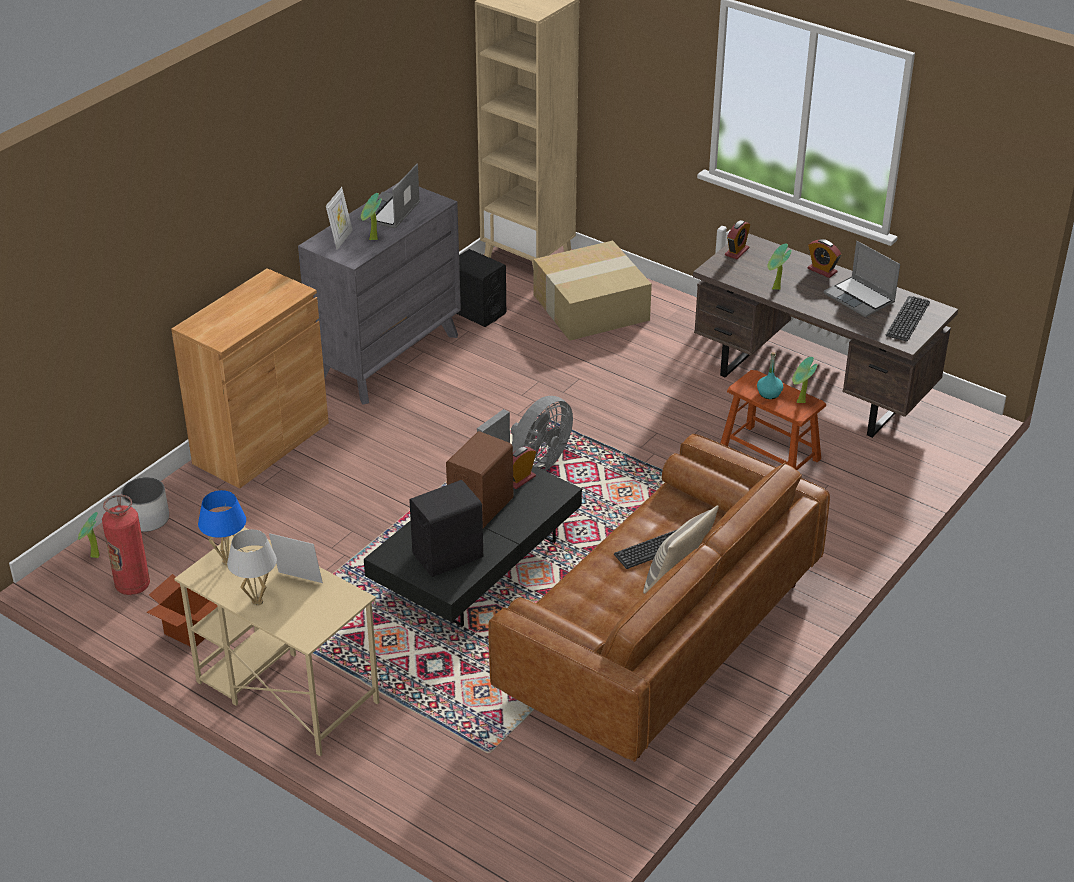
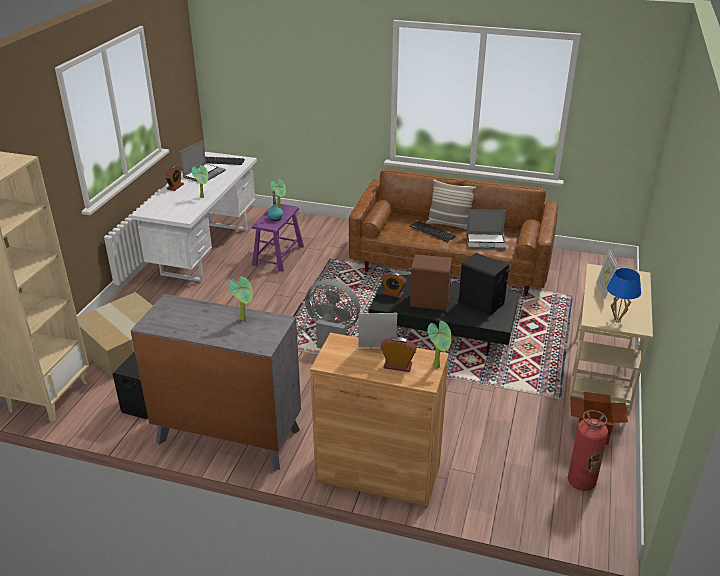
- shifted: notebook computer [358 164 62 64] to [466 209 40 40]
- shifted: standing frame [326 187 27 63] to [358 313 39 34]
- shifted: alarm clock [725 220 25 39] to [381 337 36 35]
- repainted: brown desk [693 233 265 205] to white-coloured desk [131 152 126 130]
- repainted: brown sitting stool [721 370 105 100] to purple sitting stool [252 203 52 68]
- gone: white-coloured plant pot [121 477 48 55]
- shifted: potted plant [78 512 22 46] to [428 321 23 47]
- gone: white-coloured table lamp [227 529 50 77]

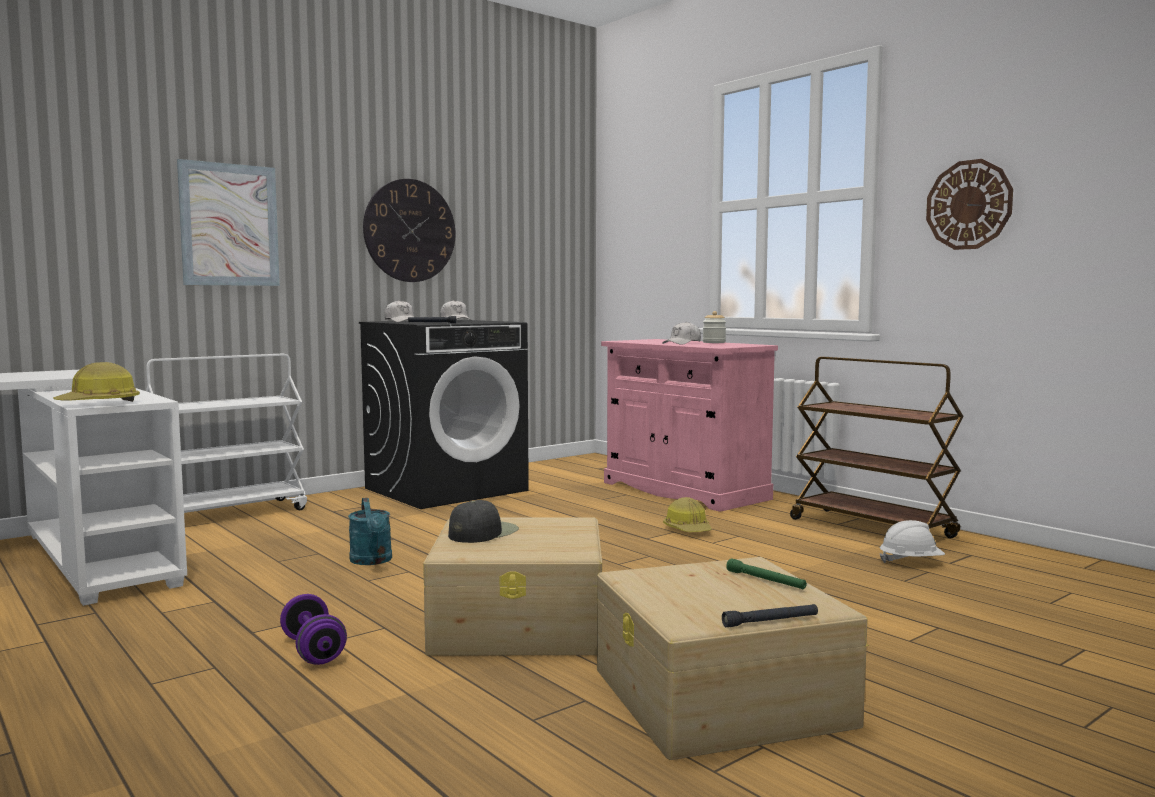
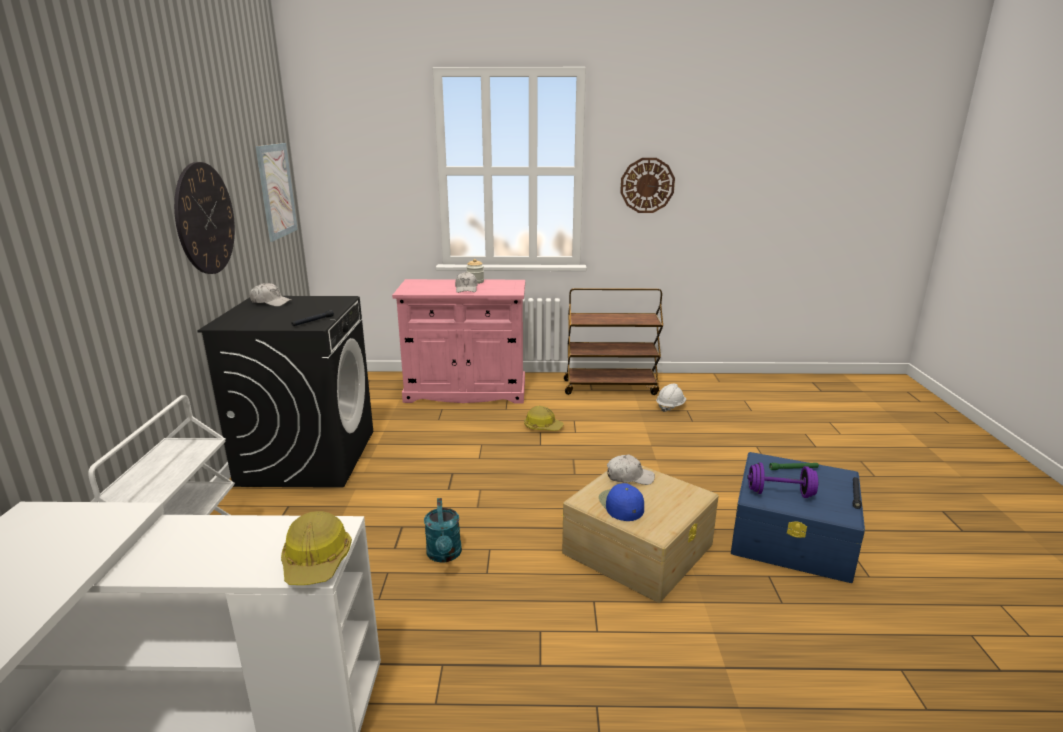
- shifted: picture [177 159 103 127] to [255 143 43 99]
- shifted: white-coloured baseball cap [384 300 30 22] to [607 455 48 30]
- rotated: turquoise-coloured watering pot [348 498 44 67] = [424 498 38 65] 60 degrees clockwise
- repainted: black-coloured baseball cap [448 500 71 43] to blue baseball cap [599 483 45 38]
- repainted: sand-coloured storage bin [597 557 272 203] to blue storage bin [731 452 134 131]
- shifted: purple hand weight [280 594 67 71] to [747 462 72 36]

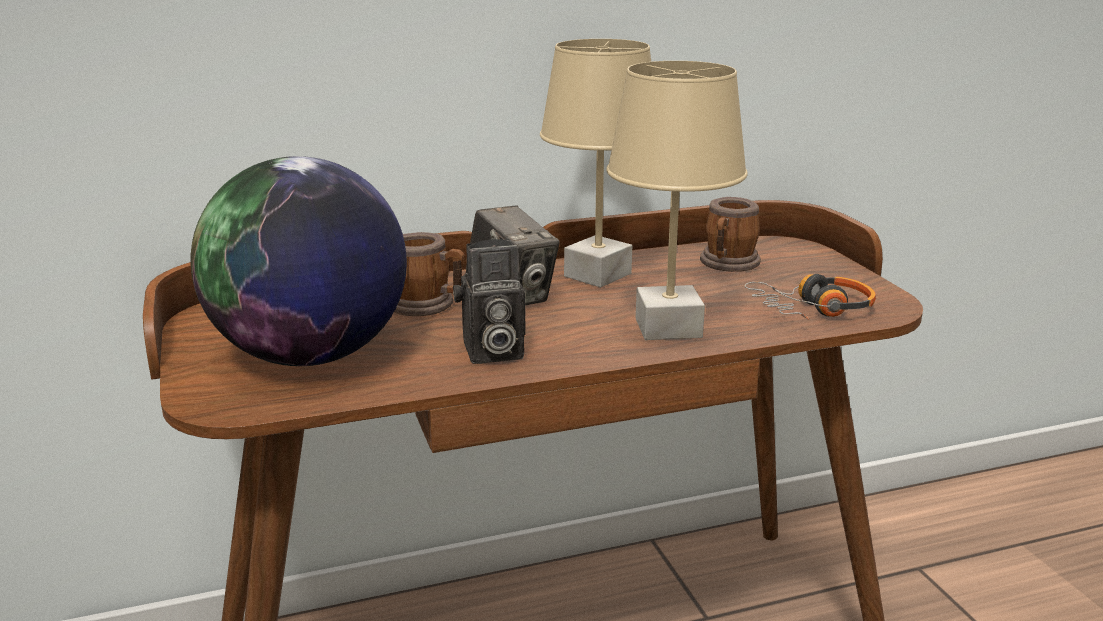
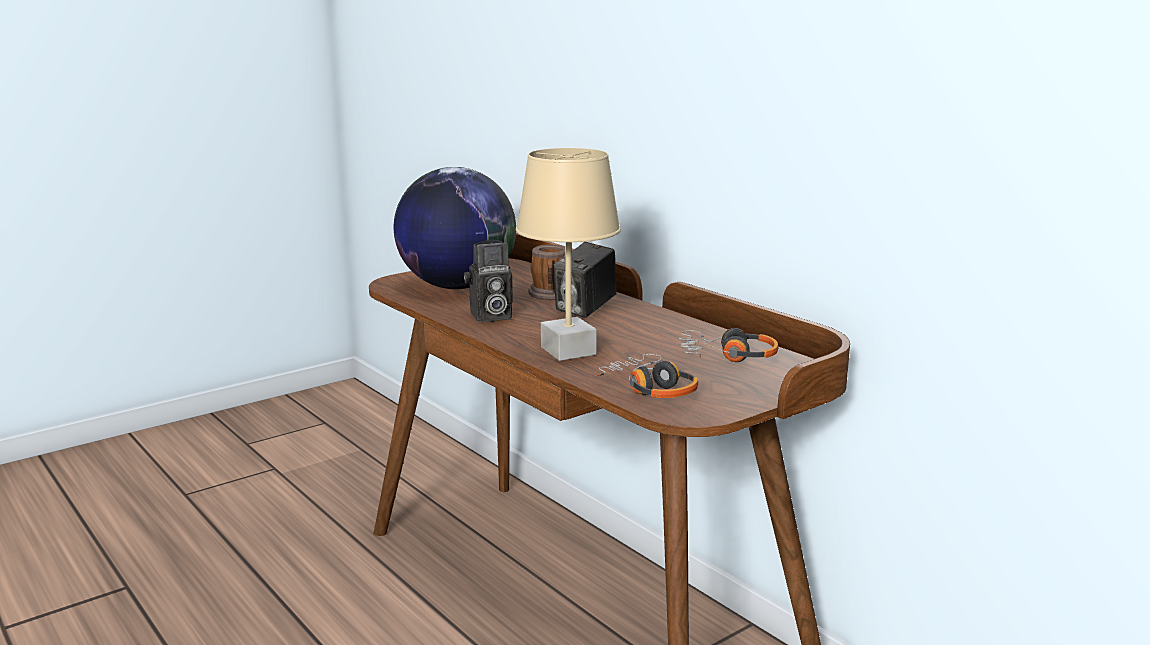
- gone: sand-coloured table lamp [540 39 111 249]
- swapped: mug [700 197 61 75] to pair of headphones [678 328 100 34]
- rotated: still camera [453 239 73 125] = [464 240 49 82] 75 degrees counterclockwise

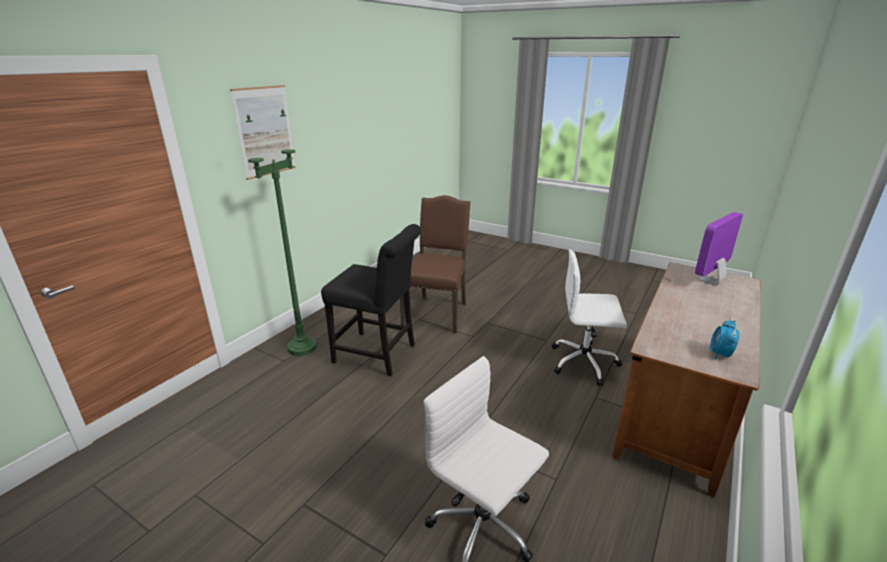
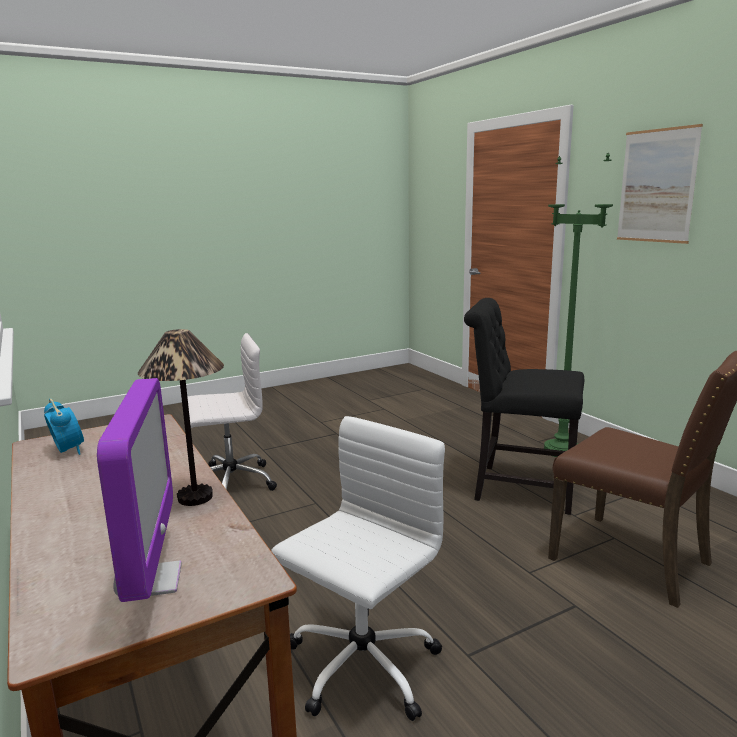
- rotated: black-coloured upright chair [321 224 100 152] = [464 298 120 217] 60 degrees clockwise
- new: table lamp [138 329 86 177]

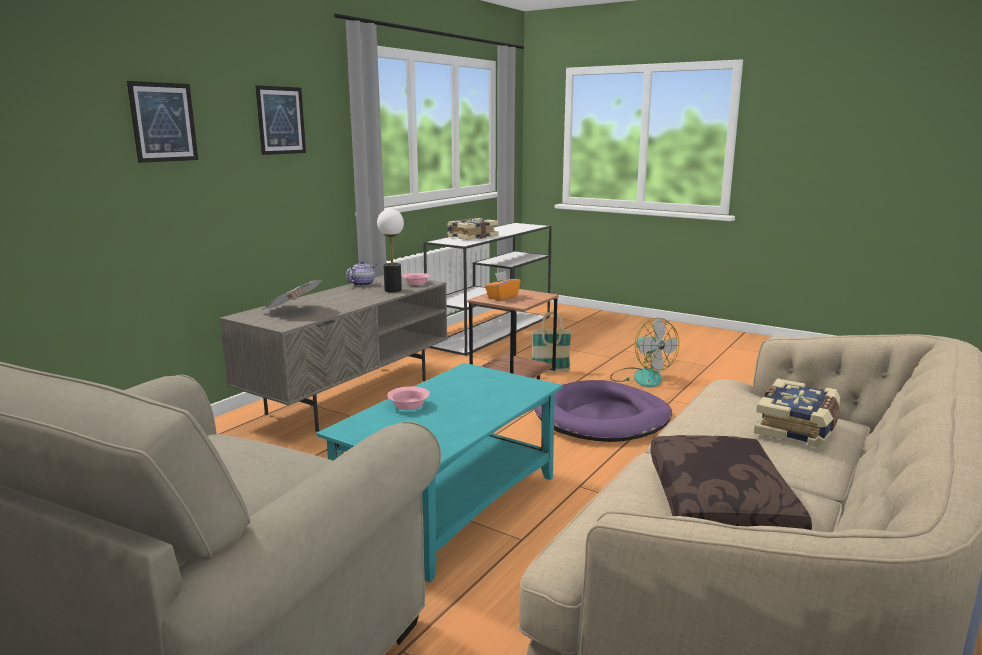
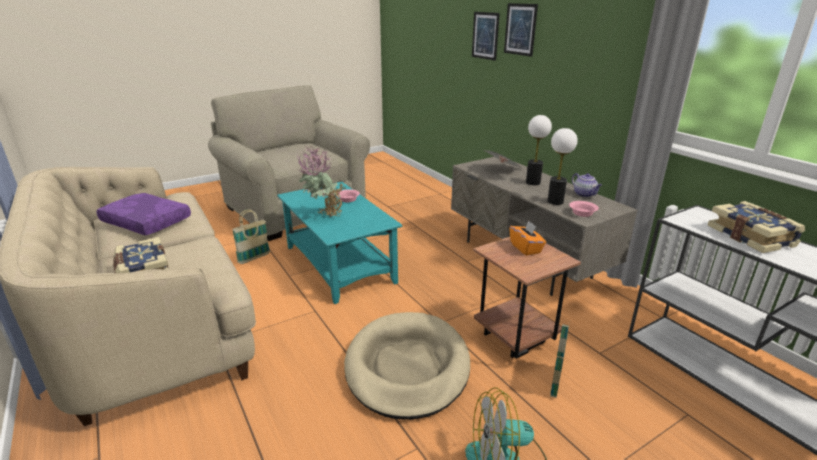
- shifted: picture [255 85 51 70] to [472 12 28 49]
- repainted: purple pet bed [534 380 138 62] to sand-coloured pet bed [344 312 126 108]
- repainted: brown throw pillow [650 435 162 95] to purple throw pillow [97 193 94 42]
- new: table lamp [526 115 26 70]
- new: potted plant [297 147 49 70]
- new: storage basket [232 209 38 55]

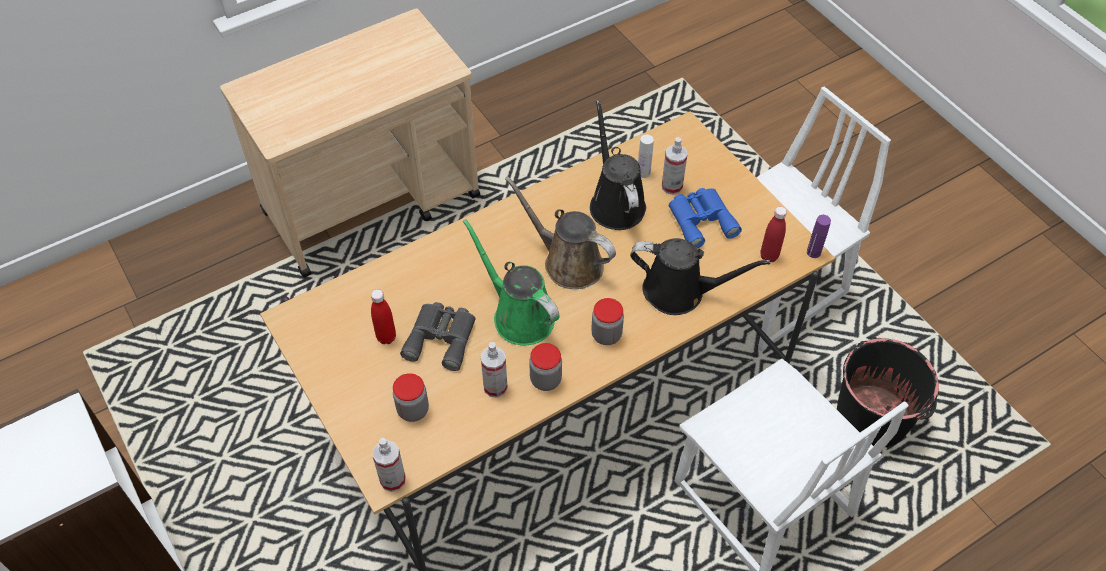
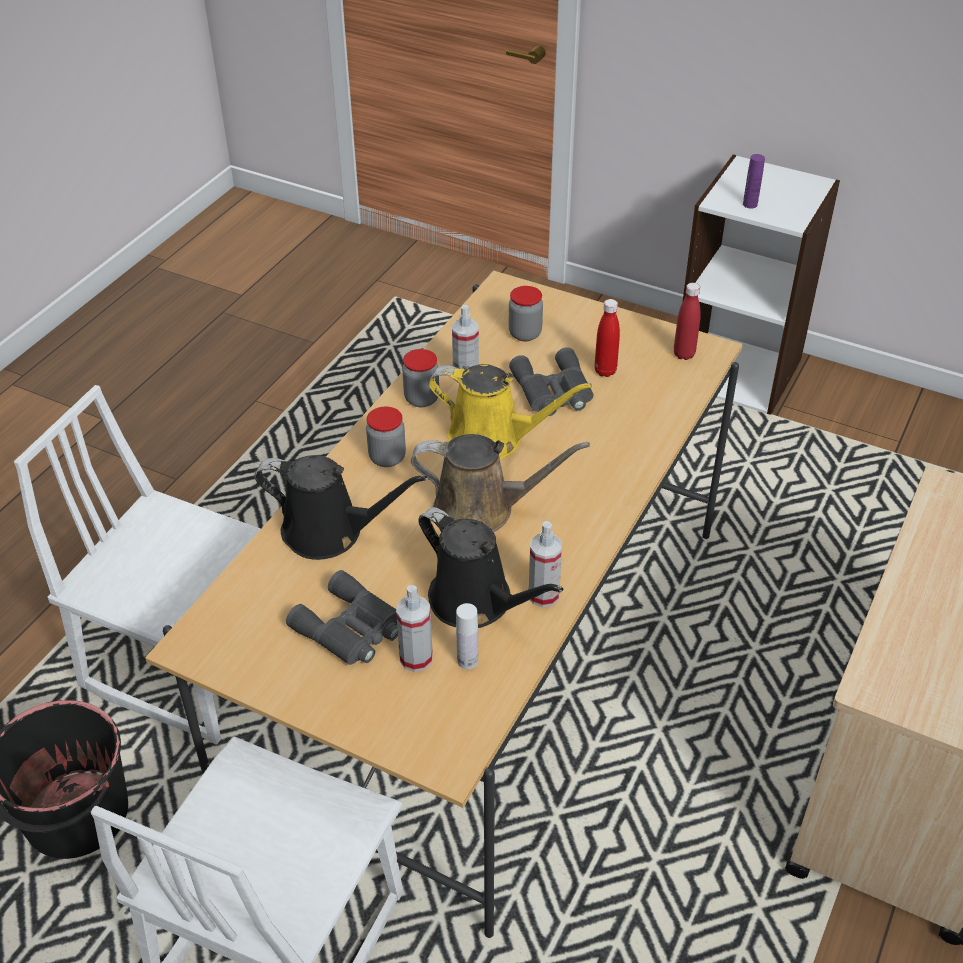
- repainted: blue field glasses [669 188 73 61] to greyish field glasses [286 570 112 95]
- shifted: reddish bottle [760 206 27 56] to [674 283 27 77]
- shifted: purple bottle [807 215 24 43] to [743 154 22 55]
- repainted: green watering pot [463 219 97 126] to yellow watering pot [428 364 164 95]
- rotated: black-coloured watering pot [630 238 141 77] = [254 455 173 105] 150 degrees counterclockwise
- shifted: sprayer [372 438 34 54] to [529 521 33 86]

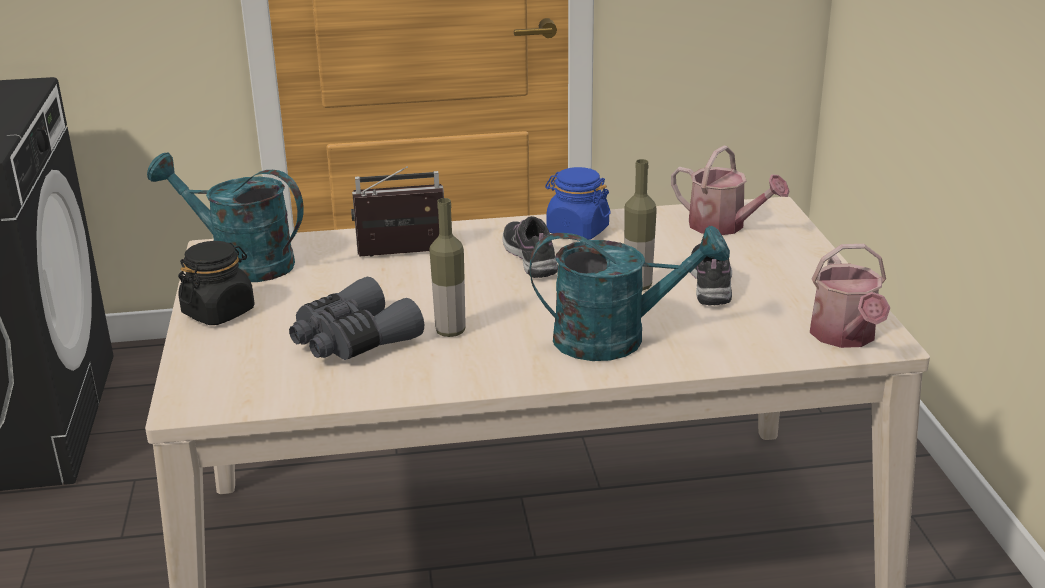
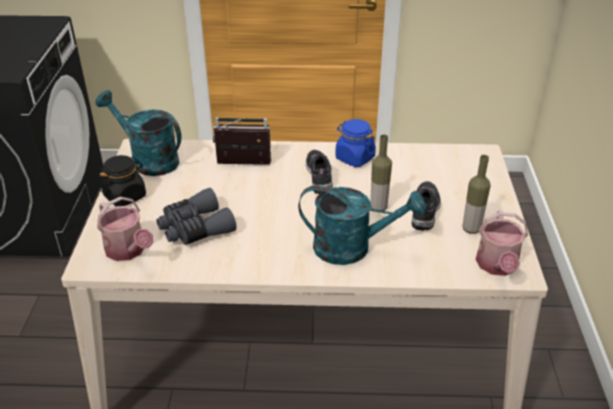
- shifted: watering pot [671 146 119 89] to [97 197 56 64]
- shifted: bottle [429 198 37 139] to [463 155 28 79]

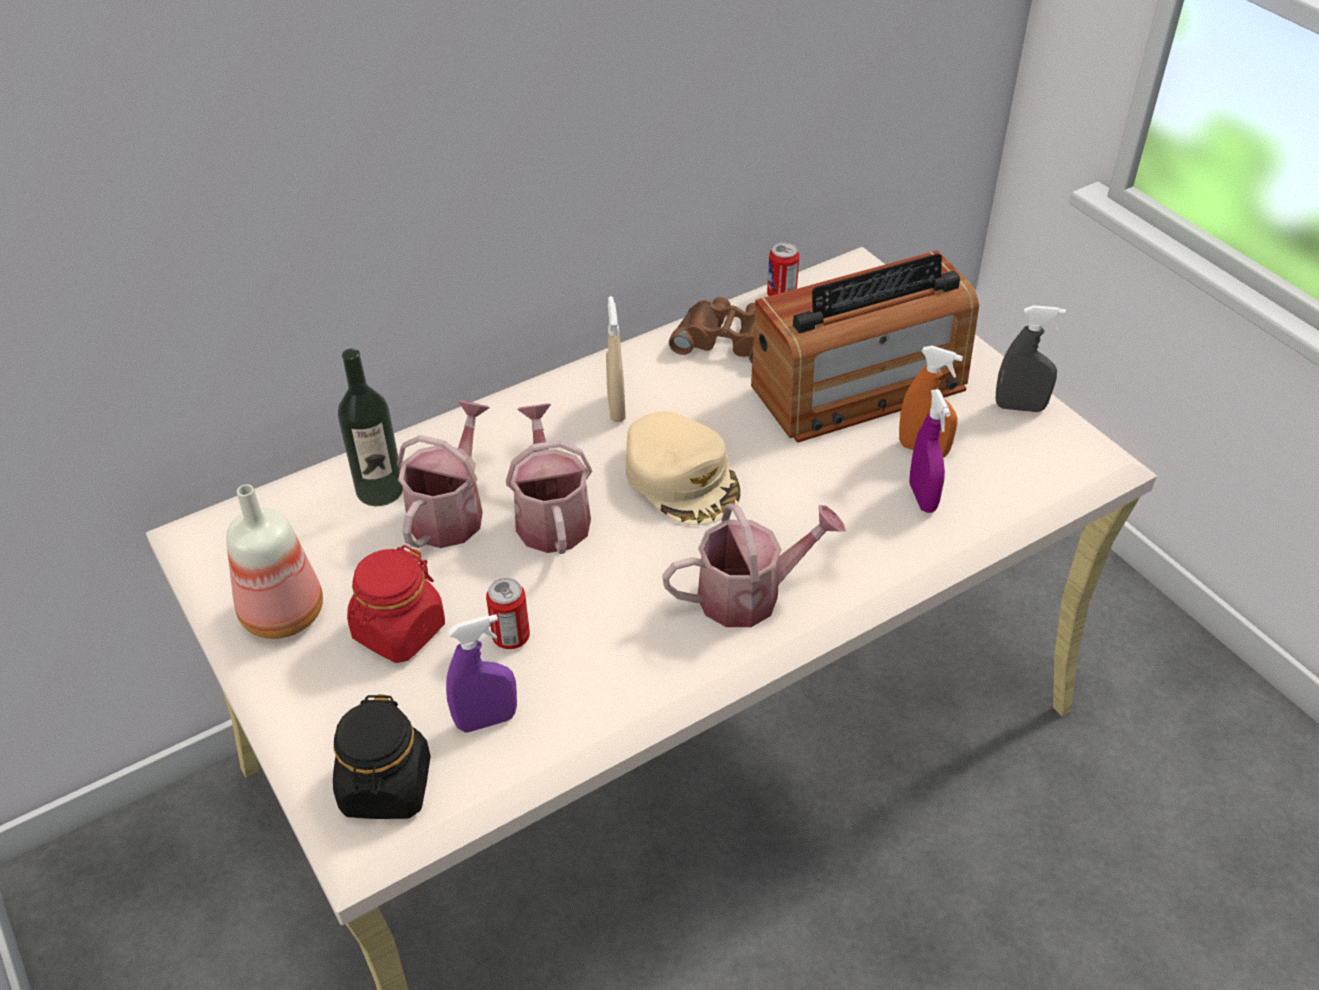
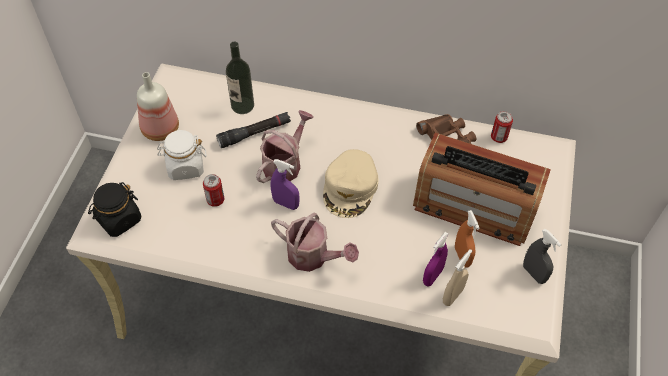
- shifted: sand-coloured sprayer [606 296 20 126] to [443 249 29 57]
- swapped: watering pot [397 400 93 148] to black-coloured torch [216 112 75 36]
- repainted: reddish preserve jar [347 545 98 118] to white-coloured preserve jar [157 130 50 50]
- shifted: purple sprayer [446 614 71 119] to [271 159 29 51]

